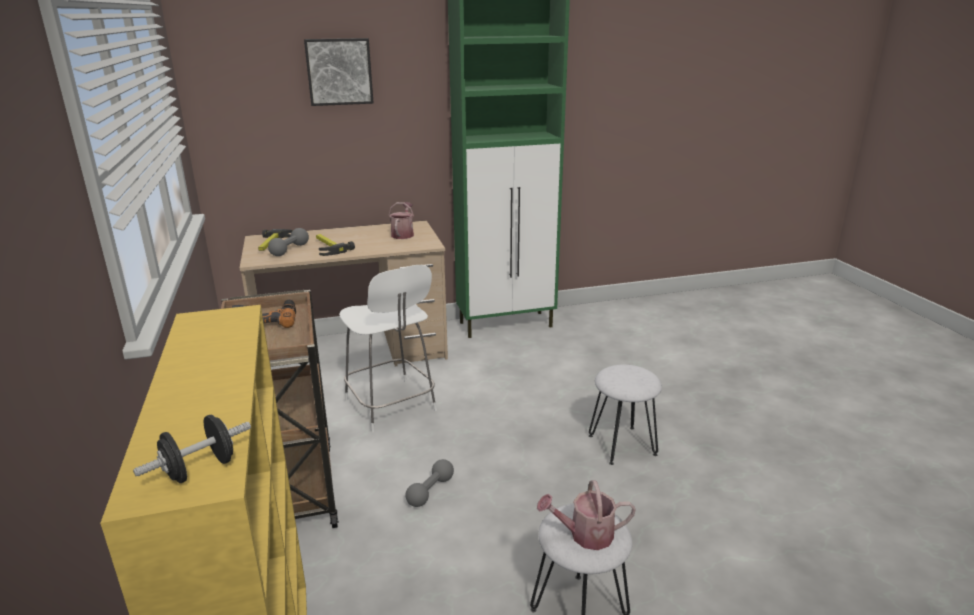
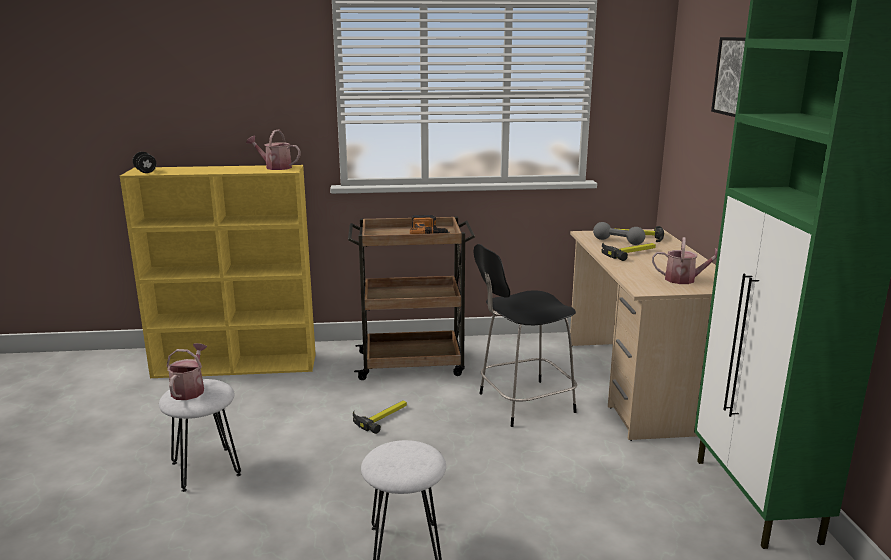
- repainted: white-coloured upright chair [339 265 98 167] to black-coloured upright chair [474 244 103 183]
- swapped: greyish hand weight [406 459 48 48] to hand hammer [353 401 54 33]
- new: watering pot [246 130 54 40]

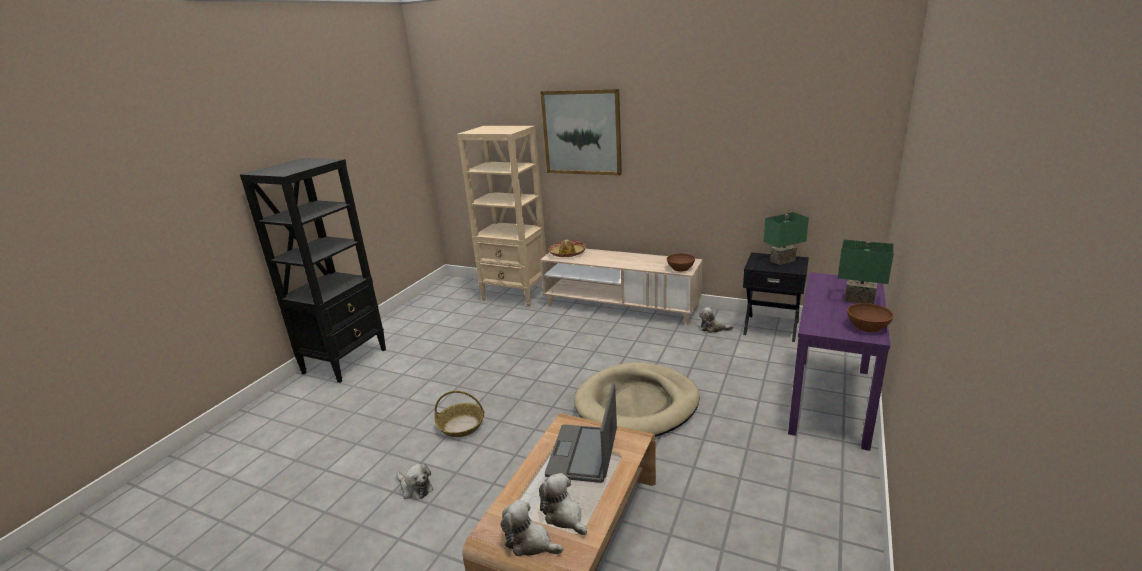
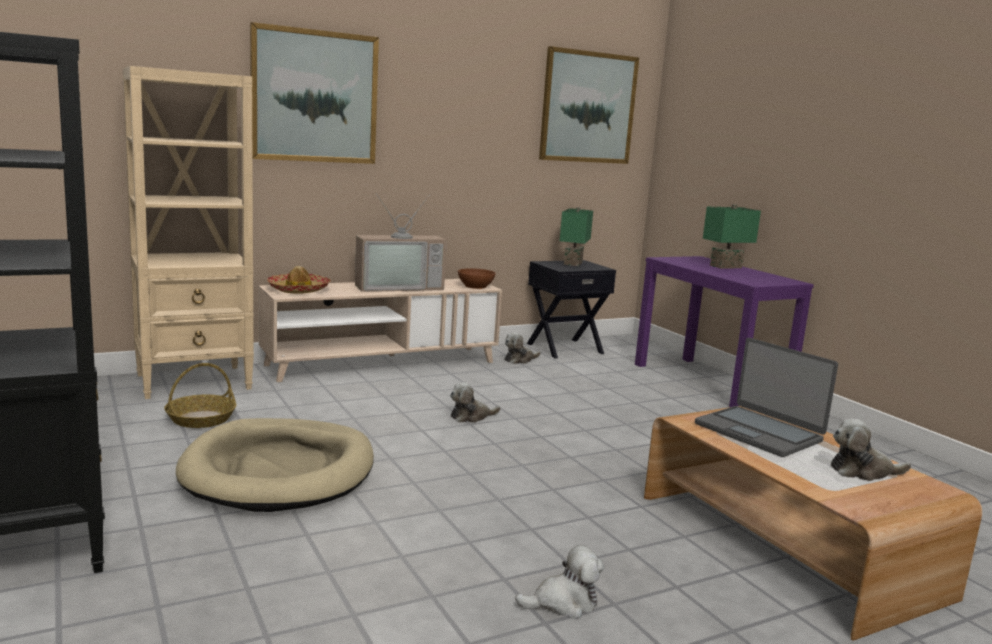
- gone: brown bowl [847 303 47 29]
- shifted: sand-coloured pet bed [574 362 126 75] to [176 418 198 94]
- shifted: storage basket [435 391 50 46] to [164 363 73 65]
- shifted: soft toy [500 499 63 57] to [450 382 50 41]
- new: picture [539 46 100 118]
- new: TV [355 193 92 99]

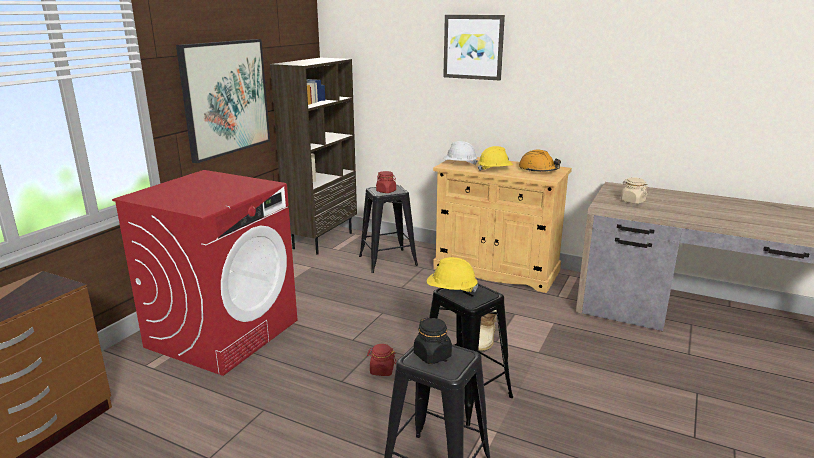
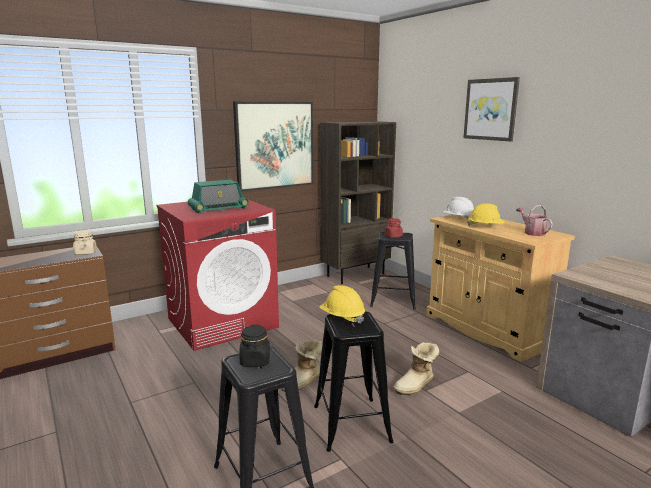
- swapped: orangey hard hat [519 150 42 22] to watering pot [516 205 37 31]
- shifted: sand-coloured preserve jar [621 178 27 26] to [73 230 24 25]
- swapped: reddish preserve jar [367 344 29 32] to tall boot [280 339 43 53]
- new: radio receiver [188 180 61 34]

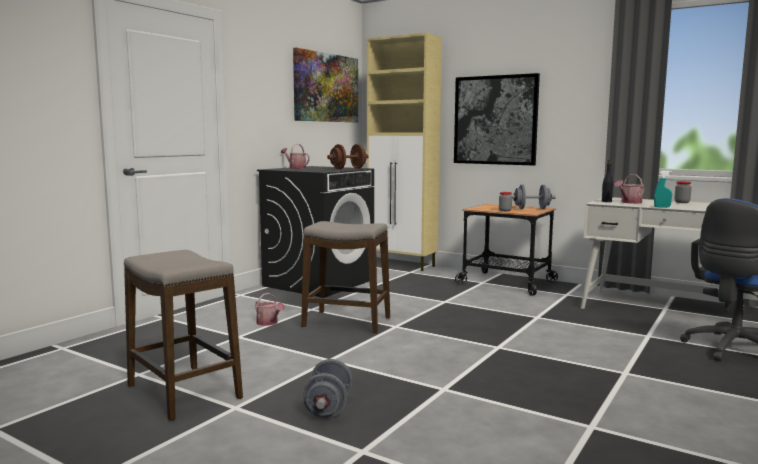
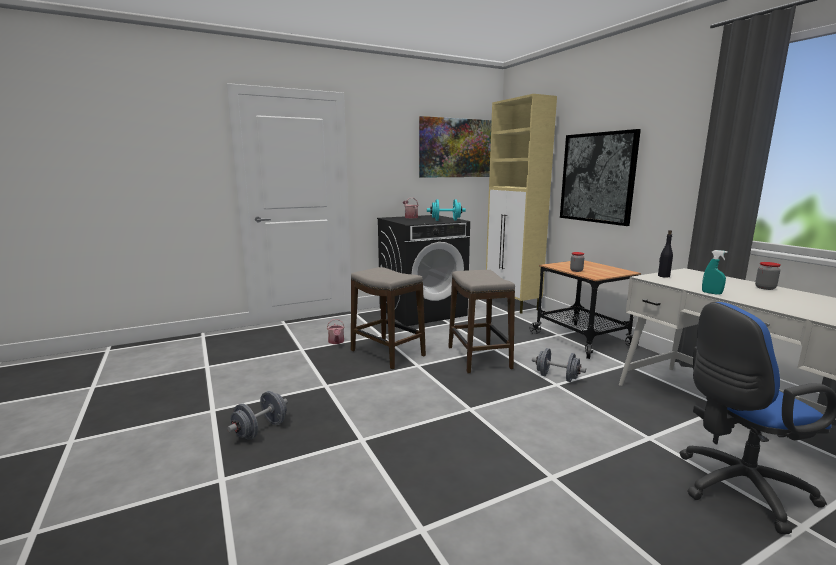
- repainted: brown hand weight [327 144 41 25] to turquoise-coloured hand weight [427 199 39 22]
- gone: watering pot [615 174 30 30]
- shifted: greyish hand weight [511 185 45 24] to [532 348 54 34]
- shifted: sitting stool [124 250 119 171] to [448 270 67 104]

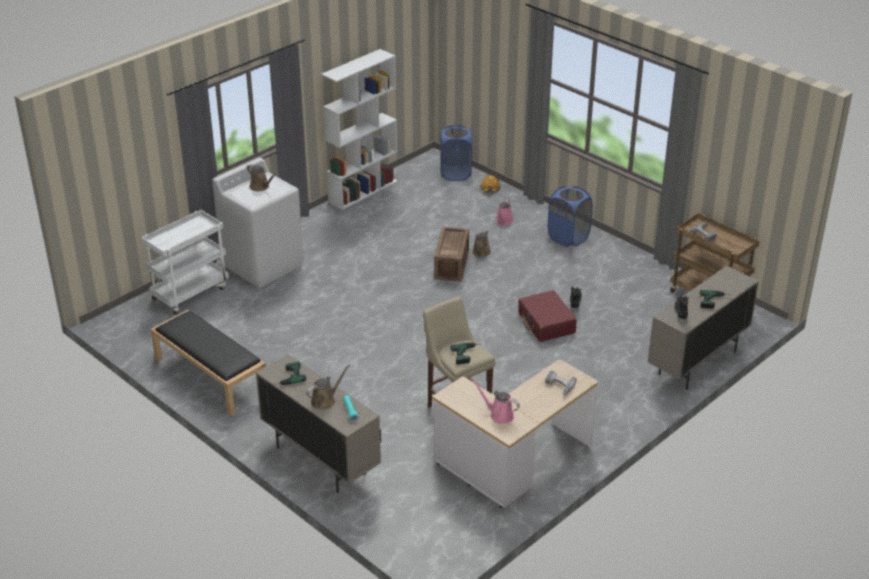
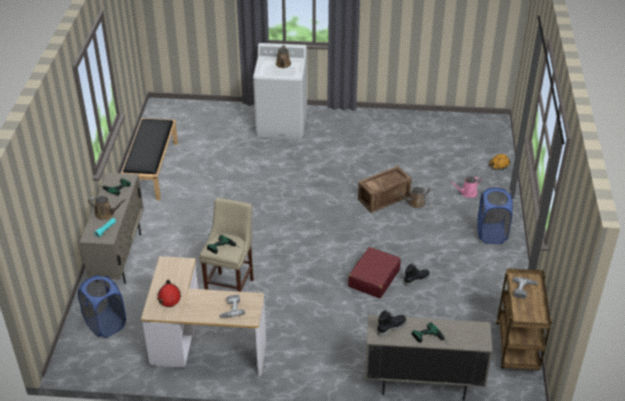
- gone: white-coloured bookcase [321 49 77 161]
- shifted: blue washing basket [441 125 31 56] to [78 275 48 63]
- gone: white-coloured cart [141 210 88 105]
- swapped: pink watering pot [473 380 47 44] to reddish hard hat [157 279 24 28]

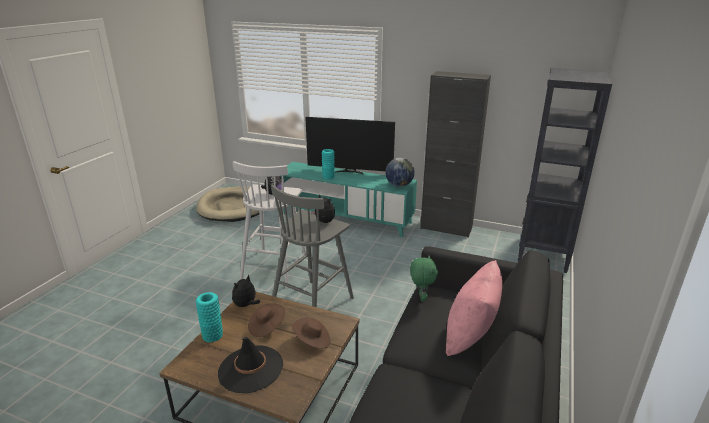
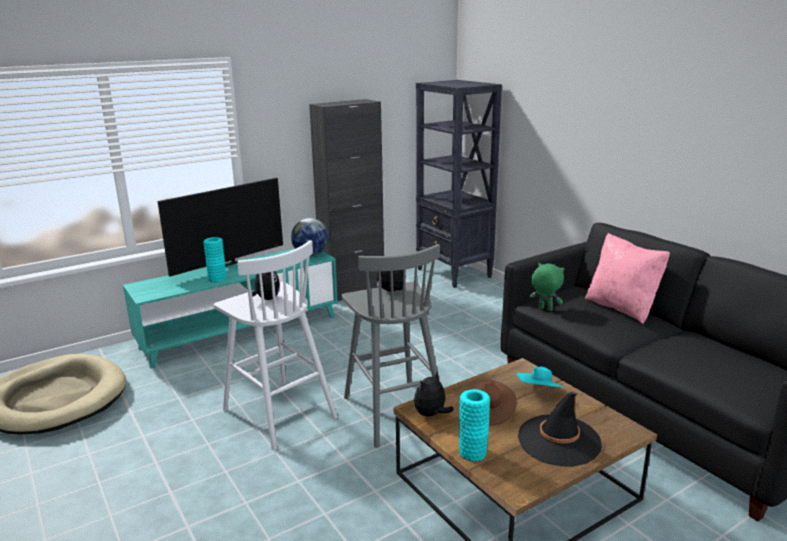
- rotated: soft toy [232 275 28 32] = [414 371 40 46] 60 degrees clockwise
- repainted: brown wearable hat [292 317 38 32] to turquoise-coloured wearable hat [517 367 48 21]

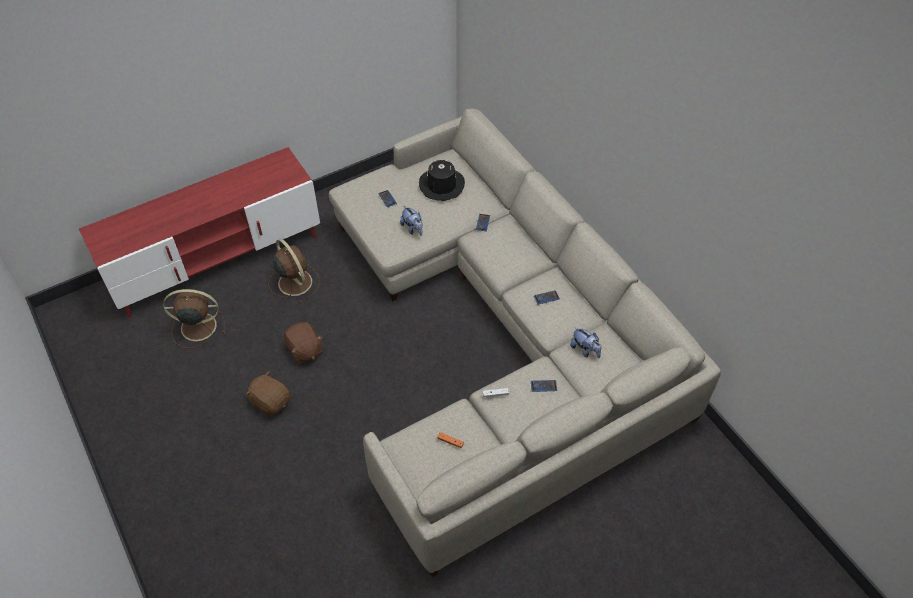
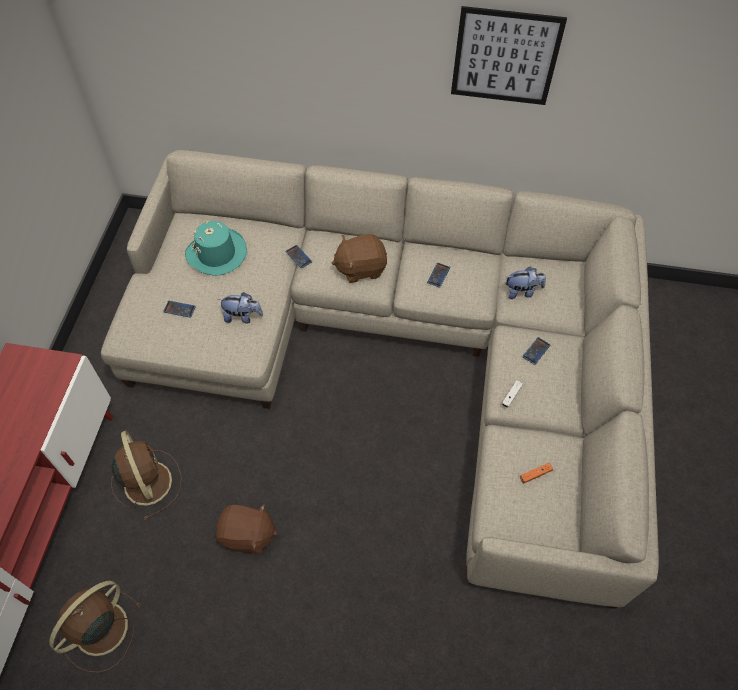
- repainted: black-coloured wearable hat [419 160 46 41] to turquoise-coloured wearable hat [185 220 62 56]
- rotated: brown cooling fan [268 239 52 65] = [111 431 71 89] 60 degrees clockwise
- shifted: brown soft toy [245 370 46 47] to [332 234 55 49]
- new: picture [451 6 116 99]

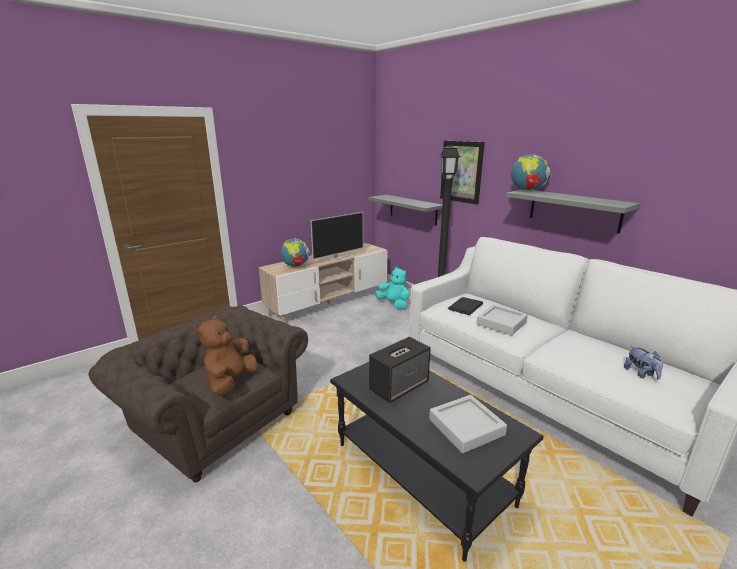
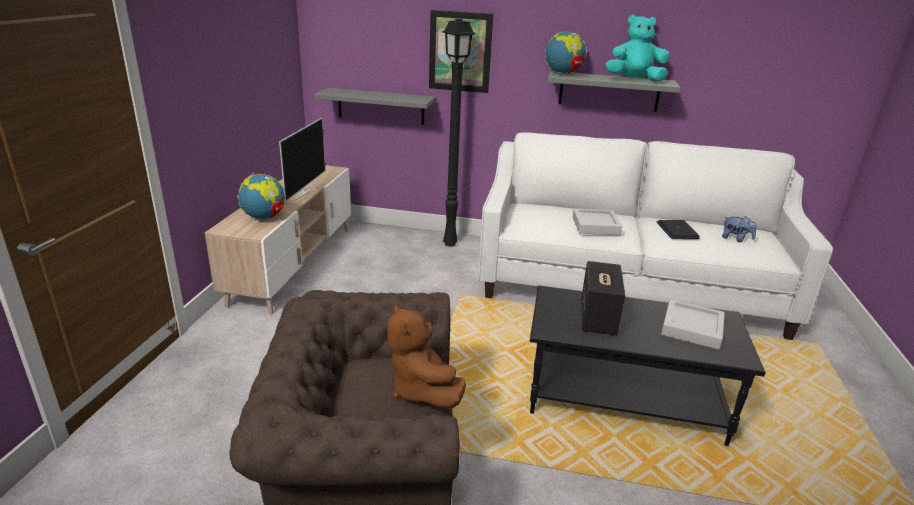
- shifted: turquoise-coloured soft toy [375 267 35 42] to [605 14 64 68]
- shifted: notebook computer [448 297 35 18] to [657 220 42 19]

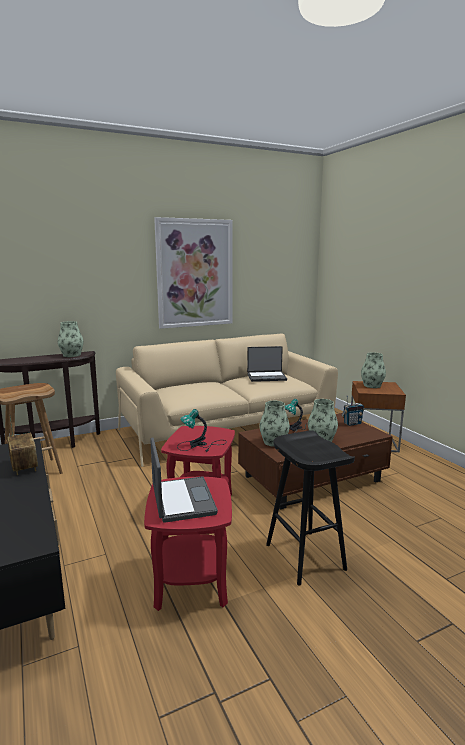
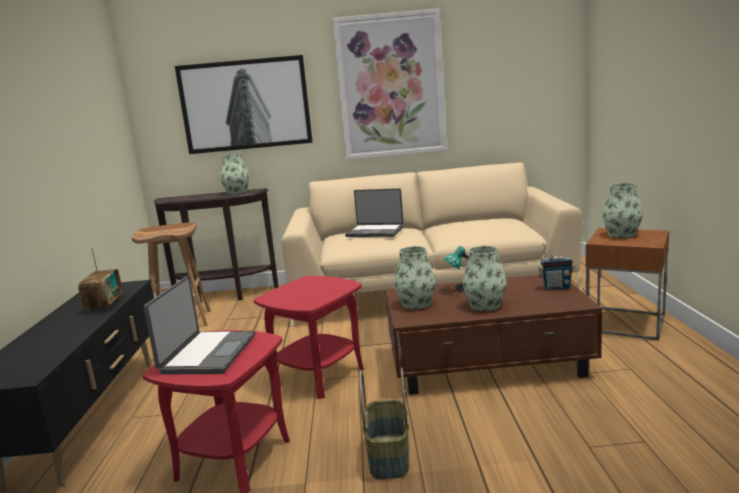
- shifted: notebook computer [247 346 40 36] to [345 188 59 49]
- gone: table lamp [177 409 50 43]
- swapped: black-coloured sitting stool [266 430 89 156] to storage basket [359 367 50 112]
- new: picture [175 55 138 99]

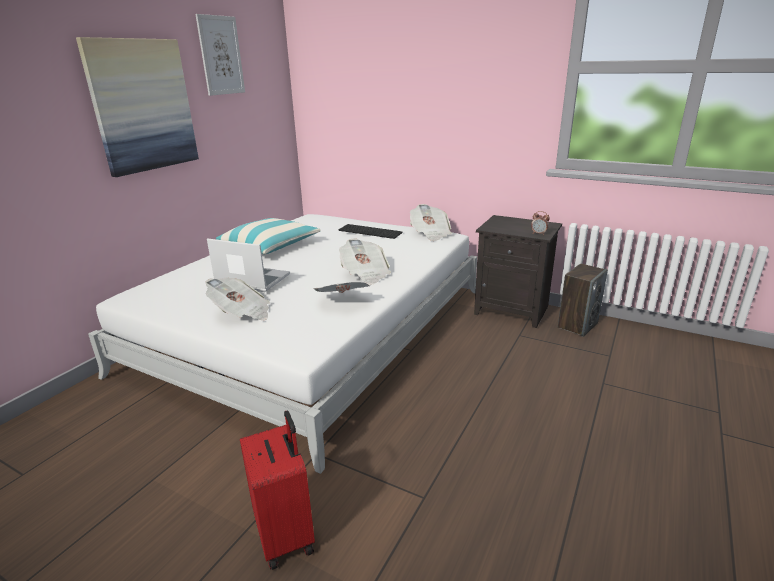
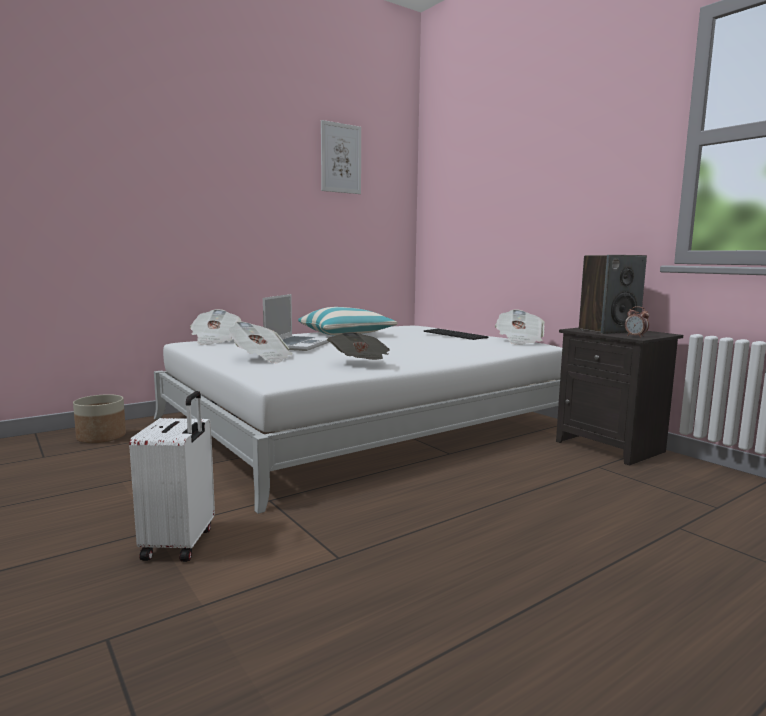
- gone: picture [76 37 123 140]
- rotated: notebook computer [207 238 83 54] = [263 294 66 57] 60 degrees clockwise
- shifted: newspaper [339 238 52 47] to [190 309 51 36]
- shifted: loudspeaker [558 264 50 73] to [579 255 68 79]
- repainted: reddish suitcase [240 411 75 159] to white-coloured suitcase [129 391 86 171]
- new: plant pot [73 394 53 49]

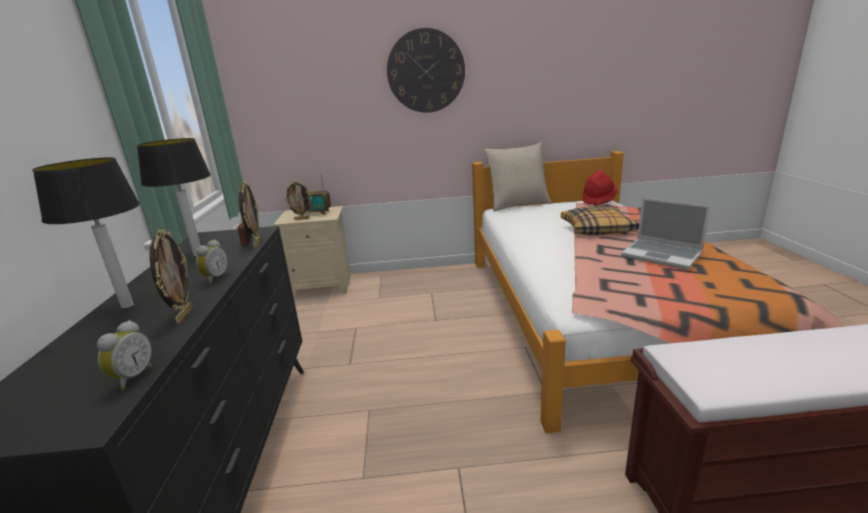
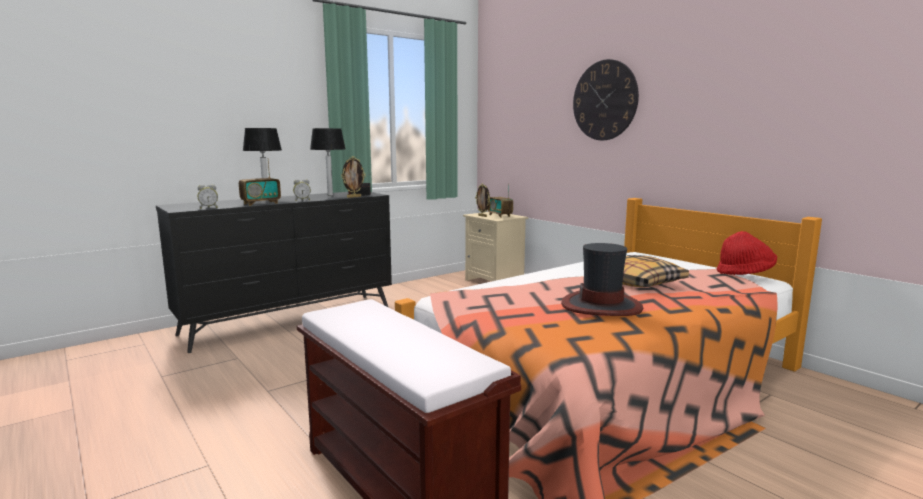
- gone: sand-coloured throw pillow [484 142 67 69]
- swapped: notebook computer [621 198 89 72] to wearable hat [561 243 82 73]
- swapped: standing frame [149 229 44 95] to radio receiver [239 158 42 48]

